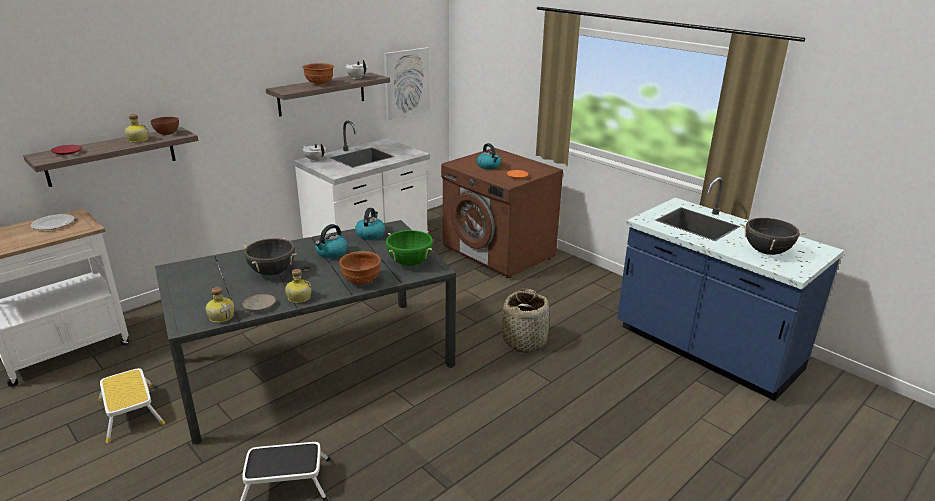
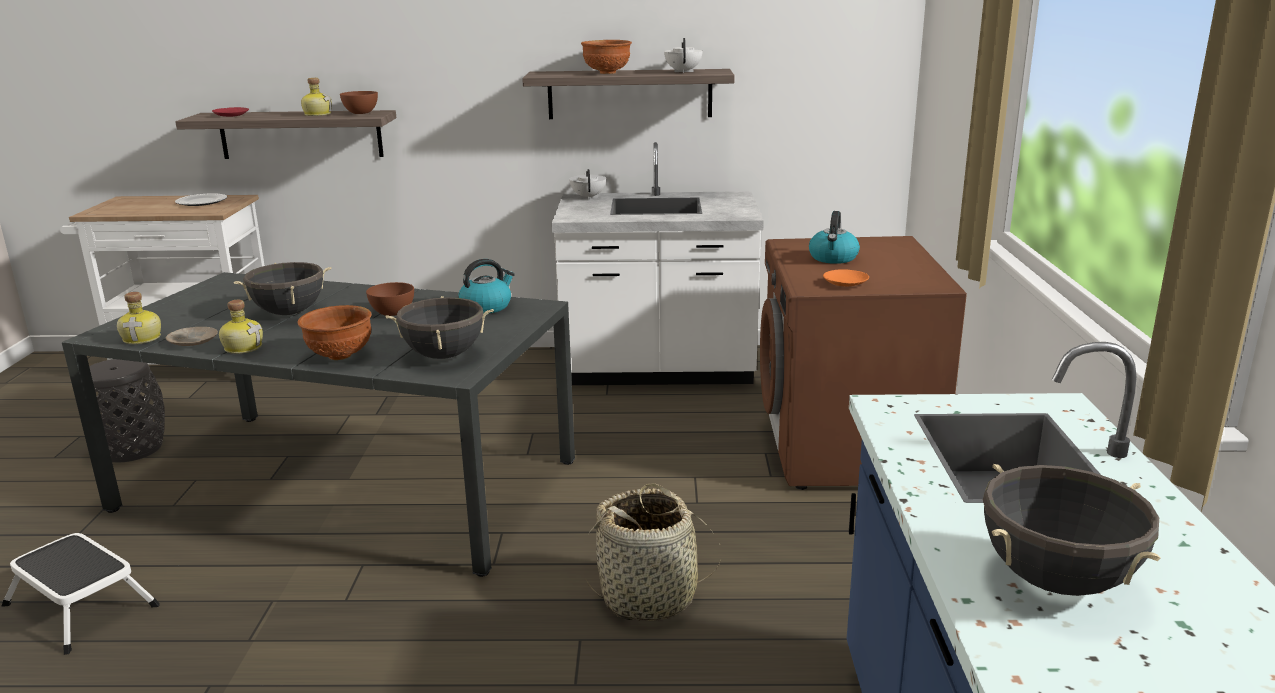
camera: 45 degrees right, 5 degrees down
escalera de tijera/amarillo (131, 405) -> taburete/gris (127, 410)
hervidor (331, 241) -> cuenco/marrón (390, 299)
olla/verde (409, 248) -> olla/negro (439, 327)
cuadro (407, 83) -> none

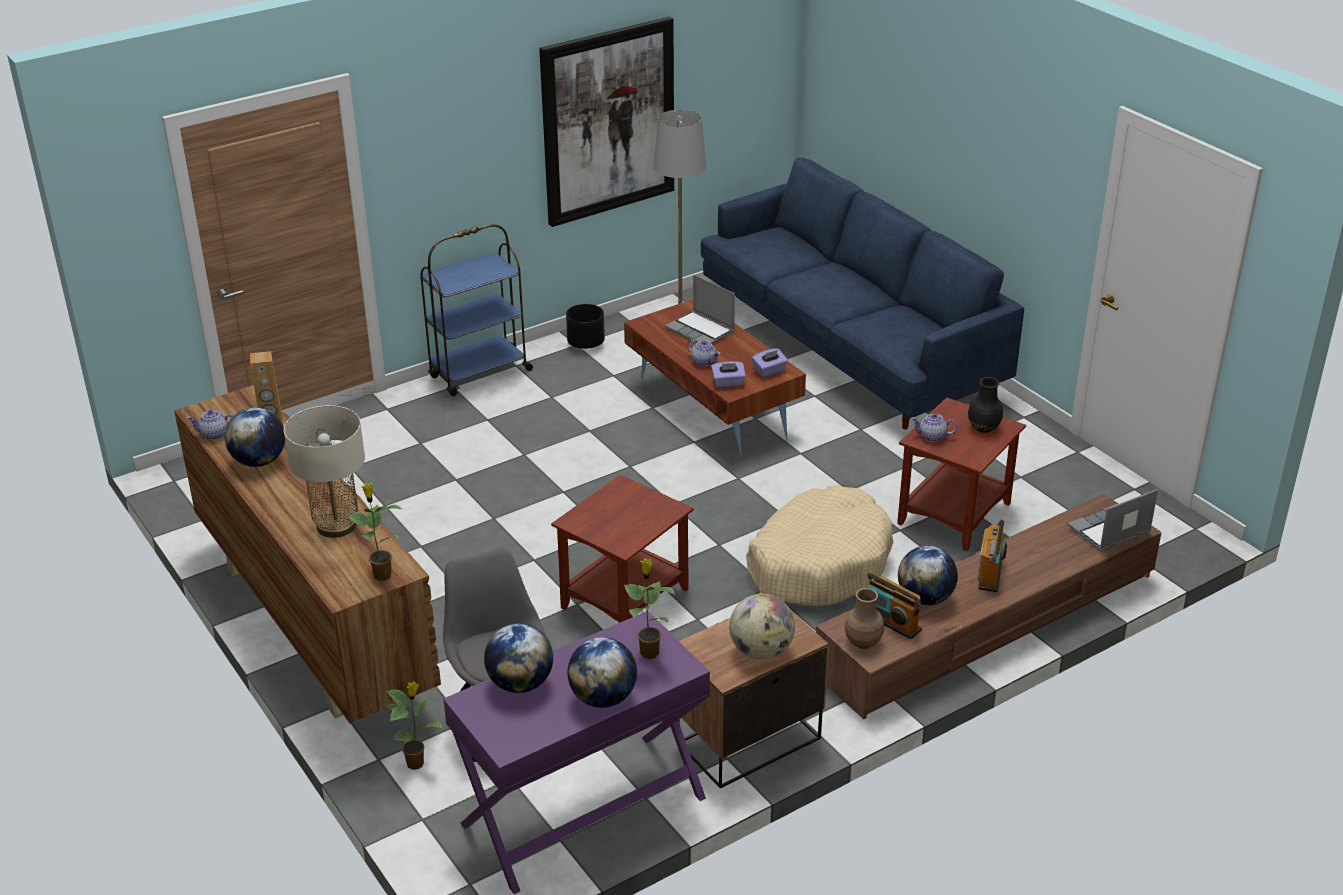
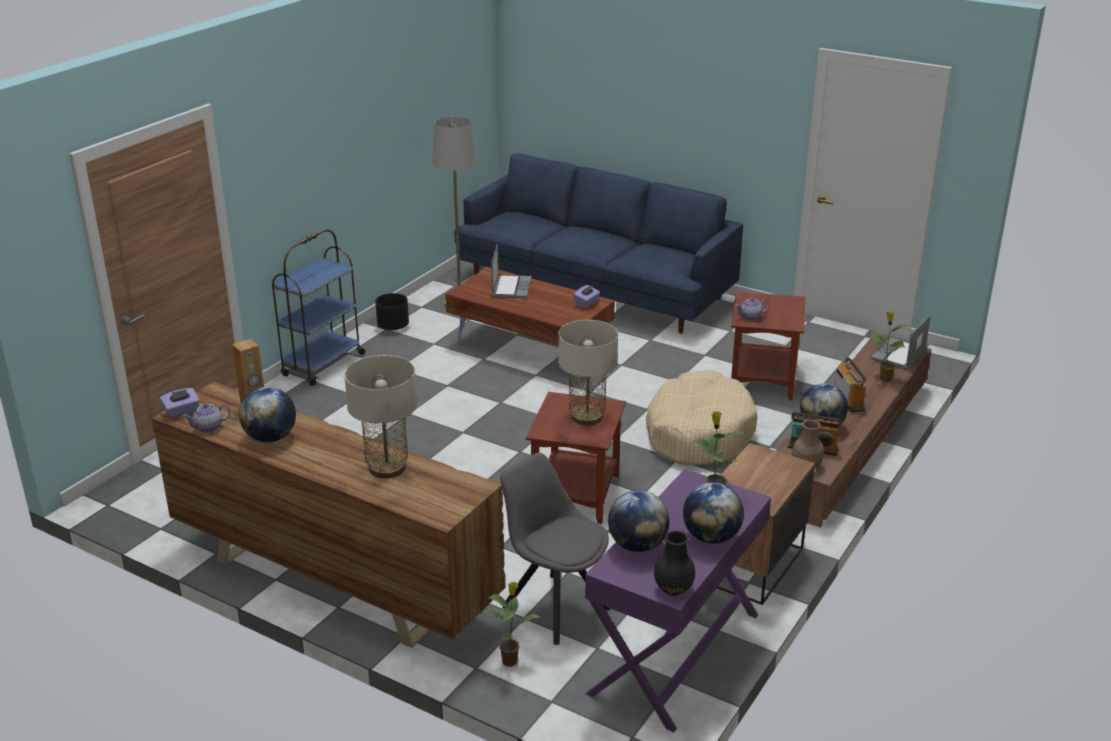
camera: 25 degrees left, 5 degrees down
caja de pañuelos/morado (728, 374) -> caja de pañuelos/morado (180, 403), shifted
portátil (700, 309) -> portátil (511, 271), 105 degrees counterclockwise
none -> lámpara de mesa (588, 372)
florero/negro (985, 405) -> florero/negro (674, 563), shifted
planta en maceta (375, 532) -> planta en maceta (889, 346), shifted
cuadro (606, 122) -> none
tetera (703, 352) -> none
globo terráqueo (762, 627) -> none

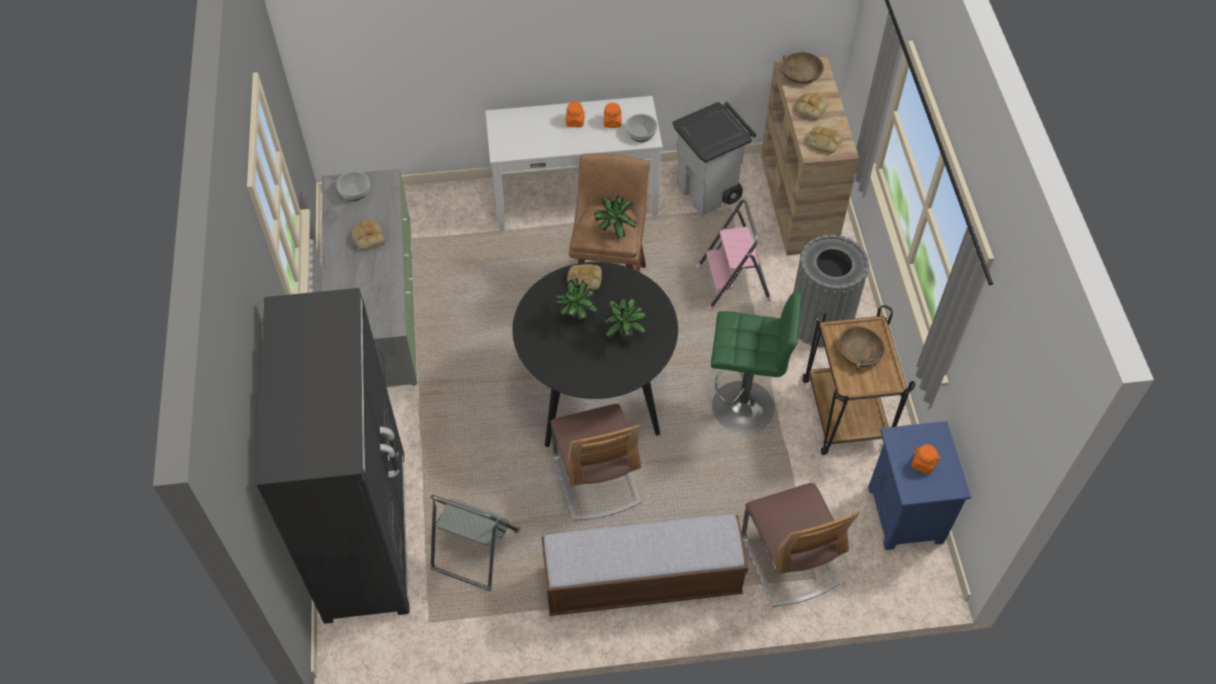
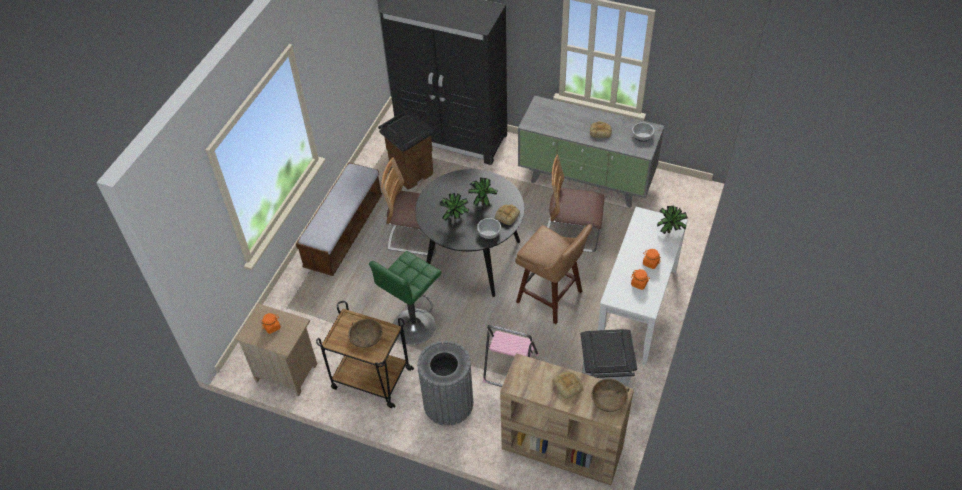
camera: 120 degrees right, 5 degrees down
mesita de noche/azul (919, 485) -> mesita de noche/beis (276, 350)
escalera de tijera/gris (475, 543) -> papelera/marrón (406, 149)
cuenco (641, 128) -> cuenco (489, 228), shifted
silla (801, 545) -> silla (575, 203), shifted
planta en maceta (615, 217) -> planta en maceta (672, 219), shifted
pan (825, 140) -> none

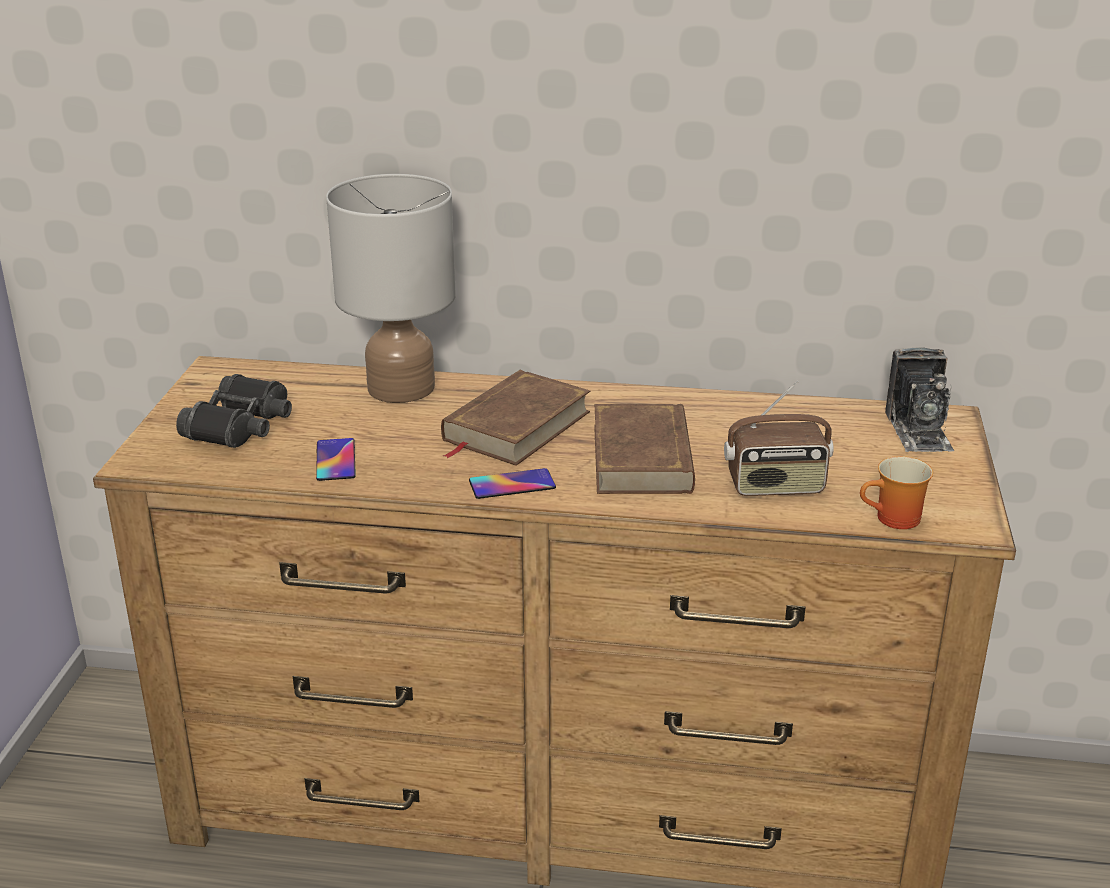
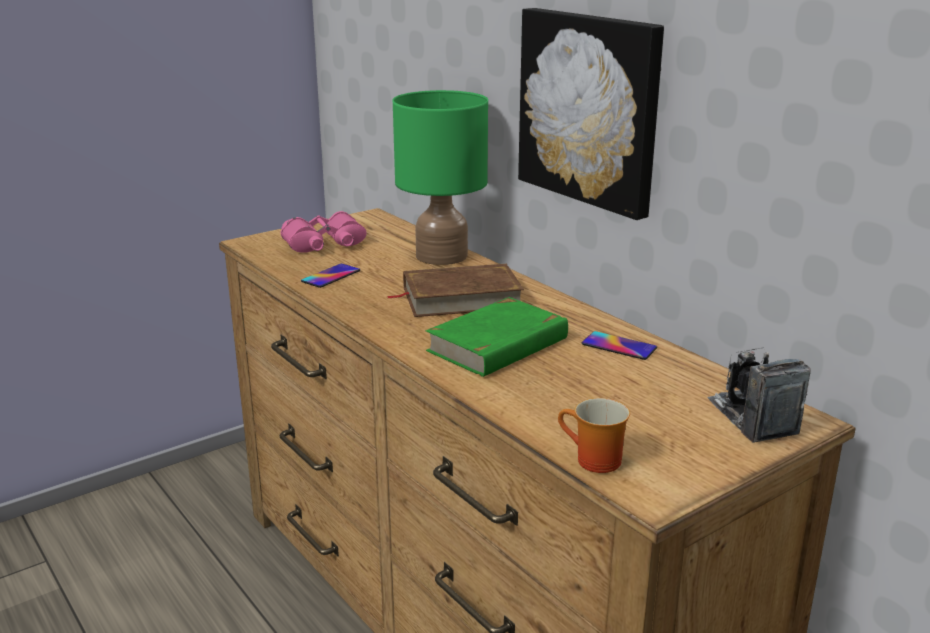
camera: 45 degrees right, 5 degrees down
prismáticos/negro (234, 411) -> prismáticos/rosa (324, 232)
lámpara de mesa/gris (391, 288) -> lámpara de mesa/verde (440, 177)
libro/marrón (644, 449) -> libro/verde (497, 337)
none -> cuadro (591, 114)
móvil (512, 483) -> móvil (619, 345), shifted
cámara (919, 399) -> cámara (759, 395), 120 degrees clockwise
radio (778, 438) -> none

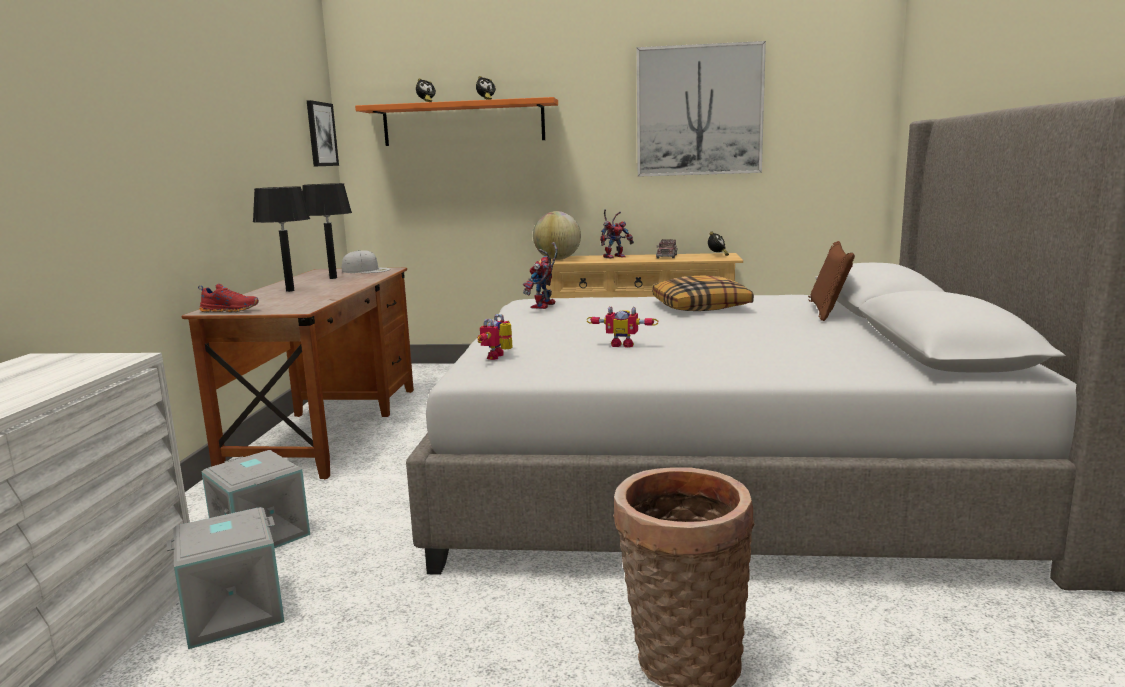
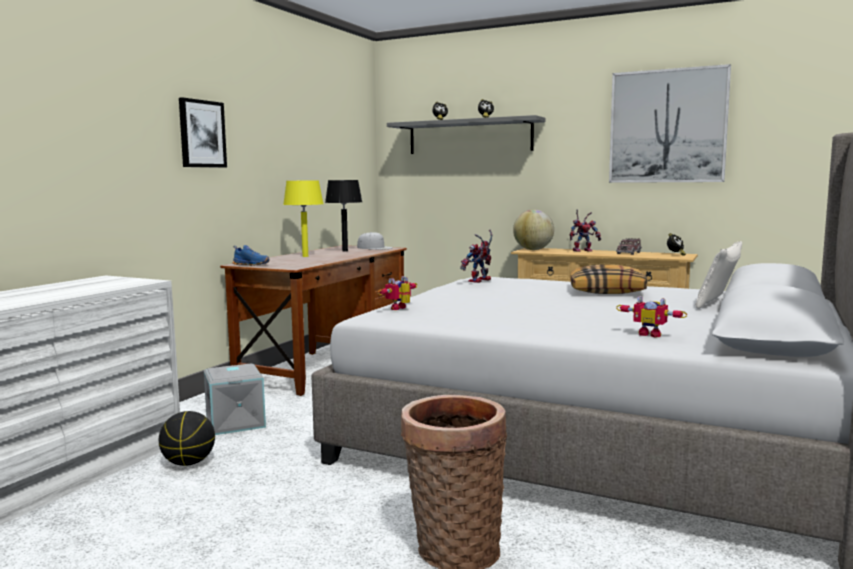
camera: 20 degrees right, 5 degrees down
caja de almacenaje/gris (226, 578) -> balón de baloncesto (187, 438)
cuadro (323, 133) -> cuadro (203, 132), shifted
zapato/rojo (228, 298) -> zapato/azul (251, 255)
lámpara de mesa/negro (281, 239) -> lámpara de mesa/amarillo (303, 218)
estante/naranja (456, 121) -> estante/gris (466, 134)
robot de juguete (622, 327) -> robot de juguete (651, 316), shifted
cojín/marrón (831, 281) -> cojín/blanco (718, 275)

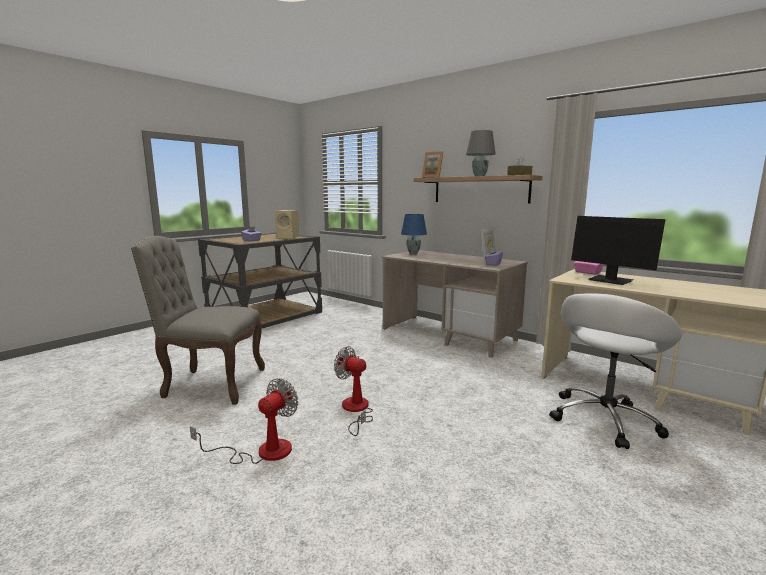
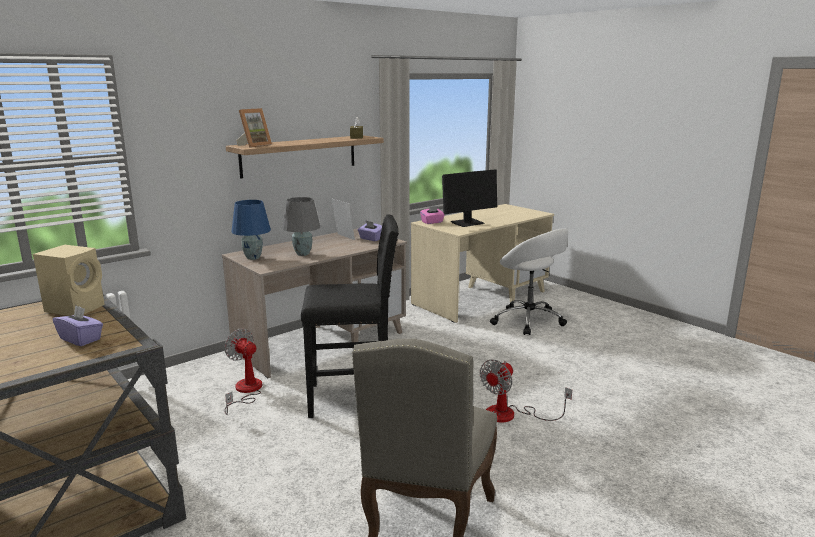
camera: 80 degrees left, 5 degrees up
ventilador (244, 421) -> ventilador (243, 372), shifted
lámpara de mesa/gris (481, 153) -> lámpara de mesa/gris (301, 226), shifted
none -> taburete/negro (350, 316)

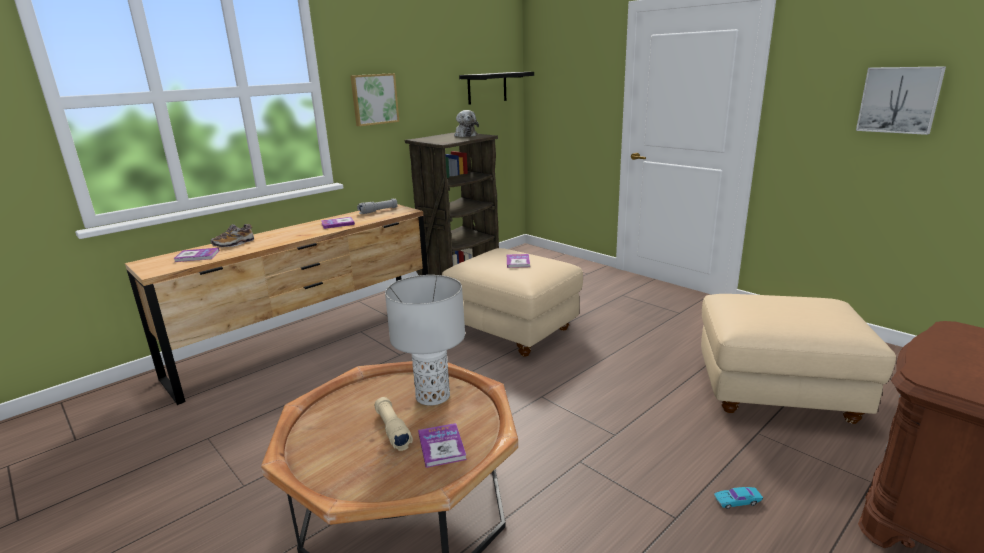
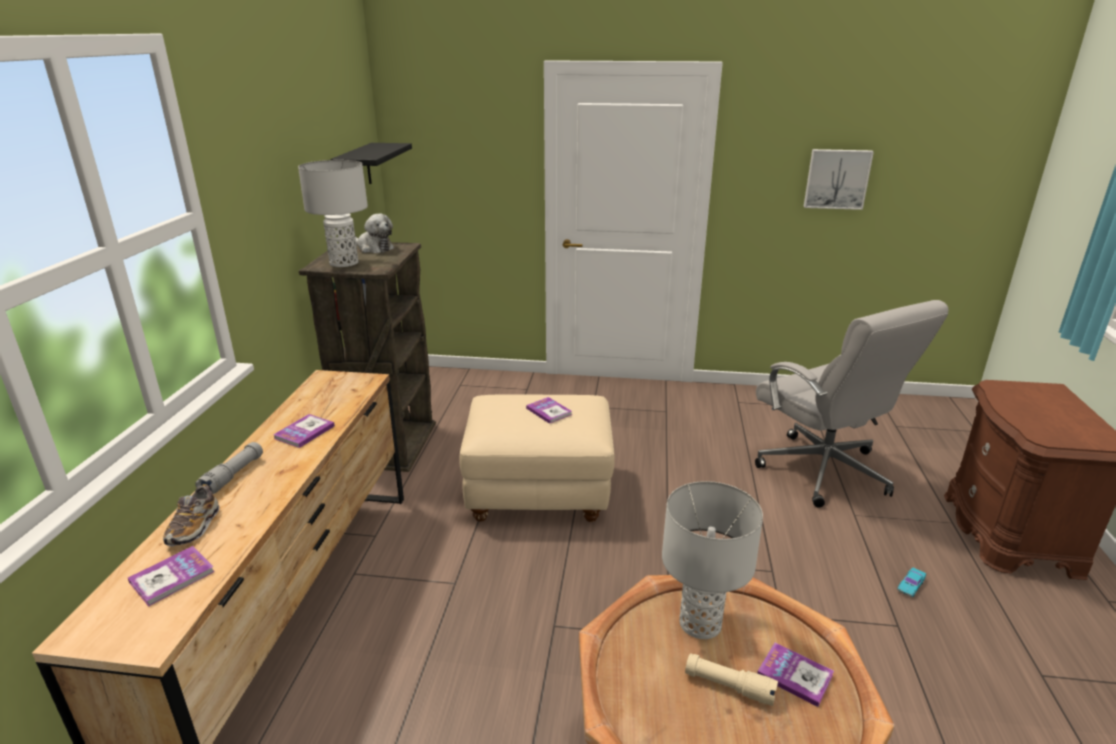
camera: 40 degrees left, 5 degrees up
linterna/gris (377, 206) -> linterna/gris (229, 468), shifted
none -> lámpara de mesa/blanco (333, 213)
puf/beis (798, 359) -> silla de oficina/gris (851, 403)
cuadro (375, 99) -> none

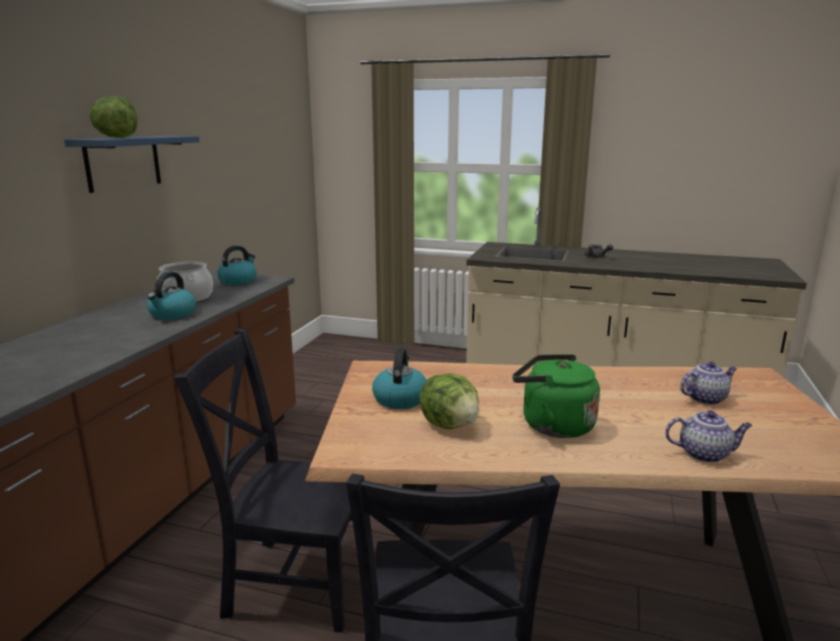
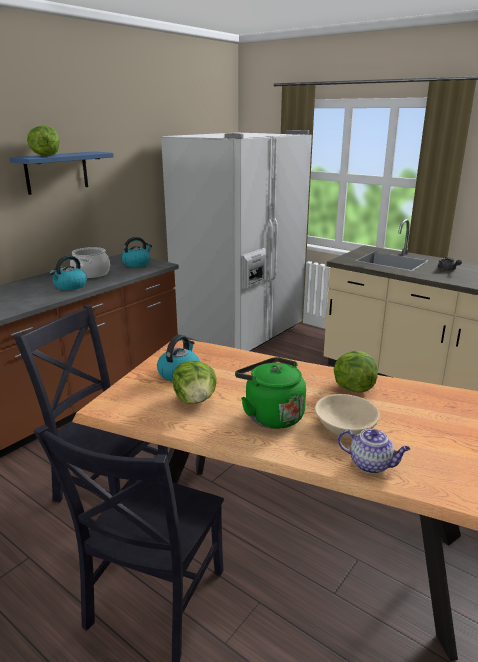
camera: 20 degrees right, 5 degrees up
none -> nevera/blanco (236, 241)
none -> cuenco/beis (347, 416)
none -> lechuga (356, 372)
tetera (708, 383) -> none

